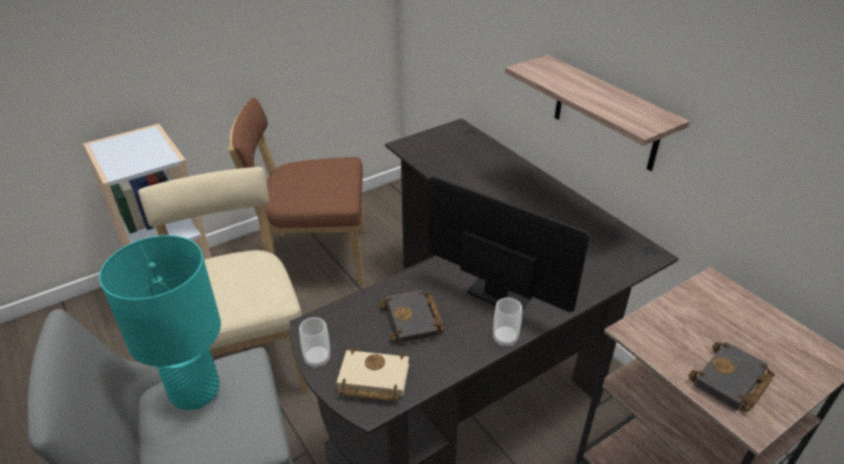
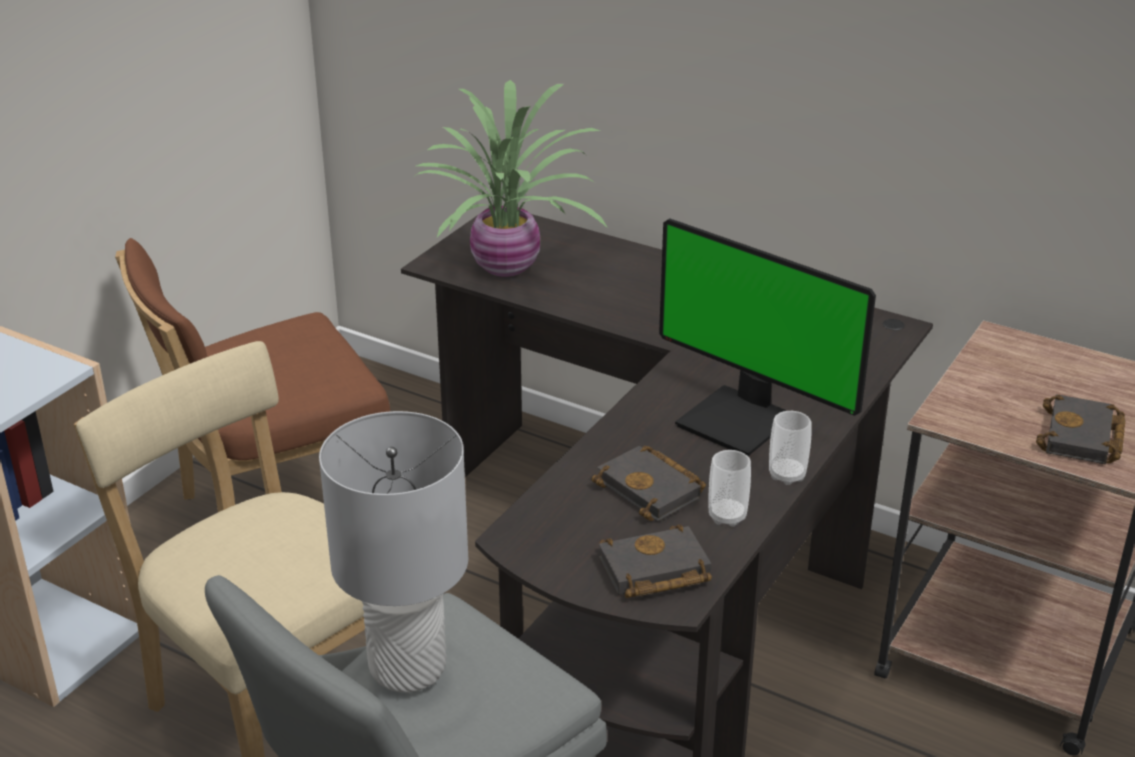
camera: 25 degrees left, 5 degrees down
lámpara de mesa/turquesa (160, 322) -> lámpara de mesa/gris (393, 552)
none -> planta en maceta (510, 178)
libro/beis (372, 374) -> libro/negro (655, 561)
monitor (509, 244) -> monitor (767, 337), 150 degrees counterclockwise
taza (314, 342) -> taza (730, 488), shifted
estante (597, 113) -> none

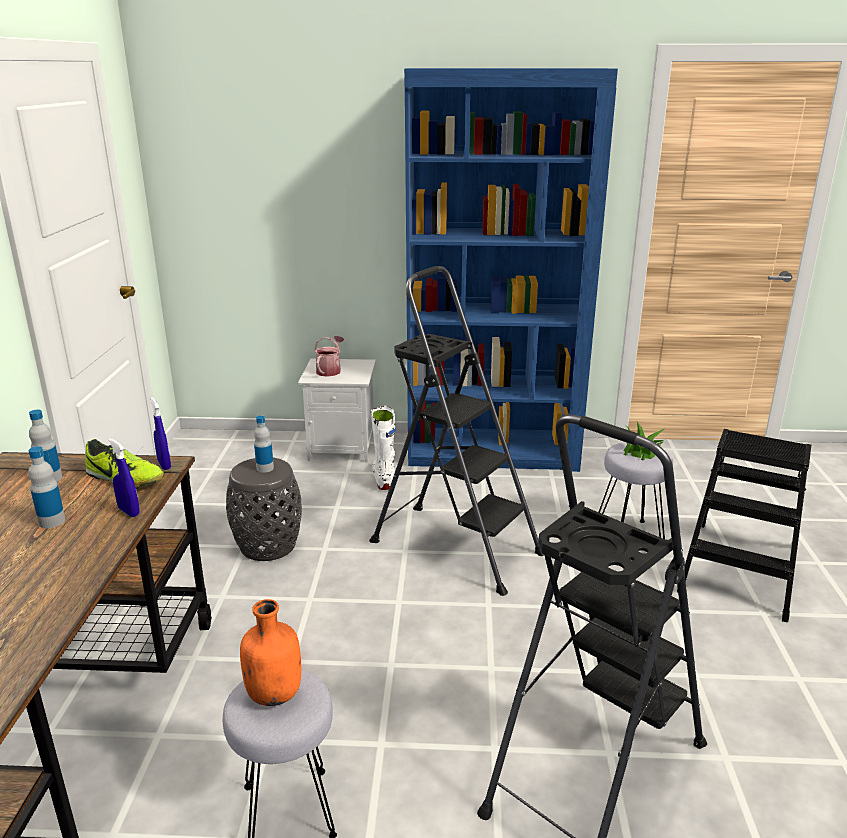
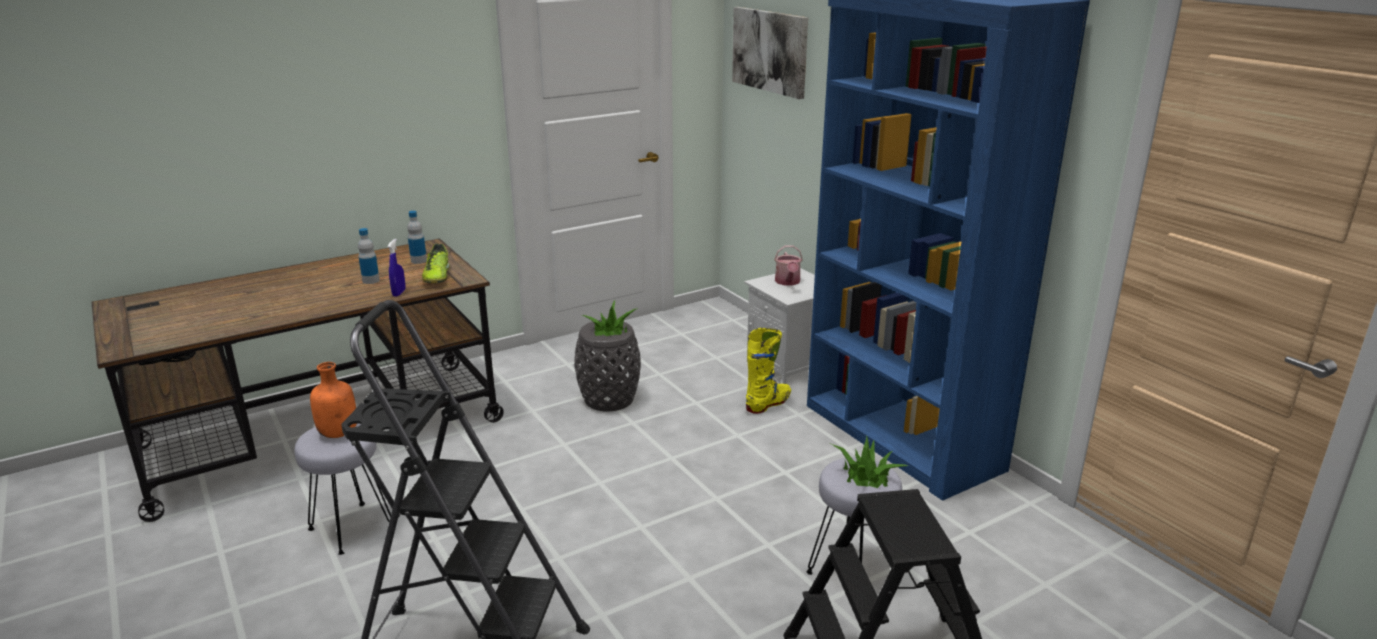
camera: 55 degrees right, 0 degrees up
botella (264, 444) -> planta en maceta (610, 318)
none -> cuadro (770, 53)
bota/blanco (383, 448) -> bota/amarillo (768, 371)
regadera (329, 356) -> regadera (788, 266), 105 degrees clockwise
pulverizador/azul (161, 433) -> none
escalera de tijera (456, 431) -> none

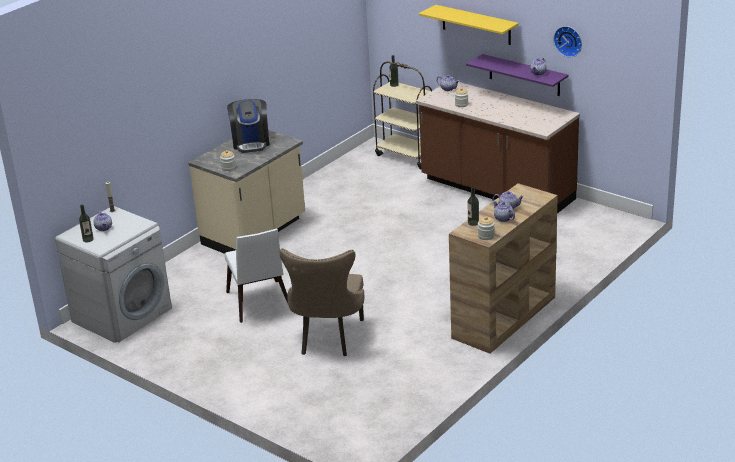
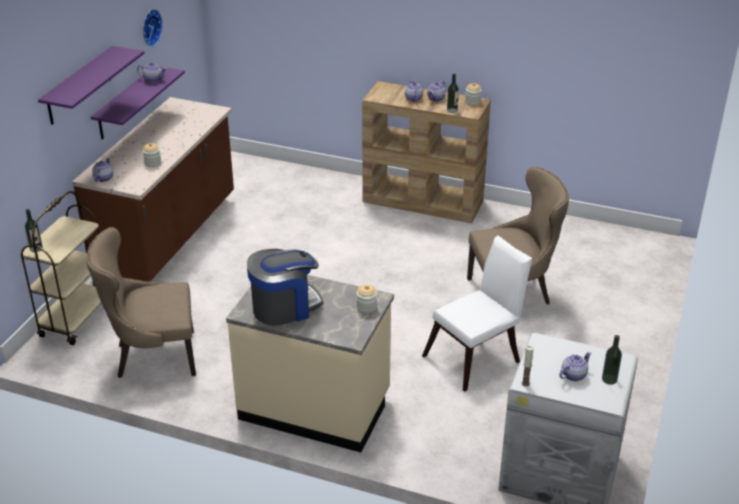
camera: 110 degrees left, 5 degrees up
estante/amarillo (469, 25) -> estante/morado (91, 85)
none -> silla/beis (141, 302)

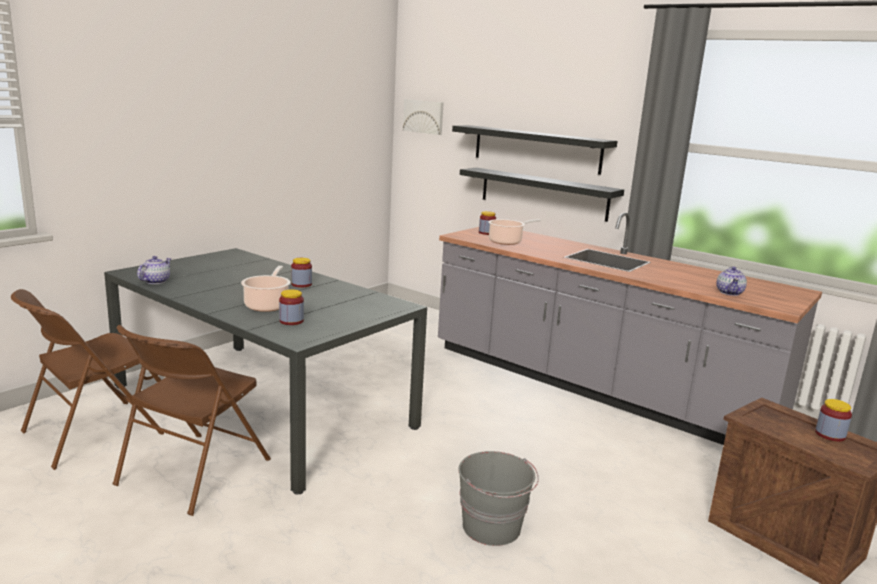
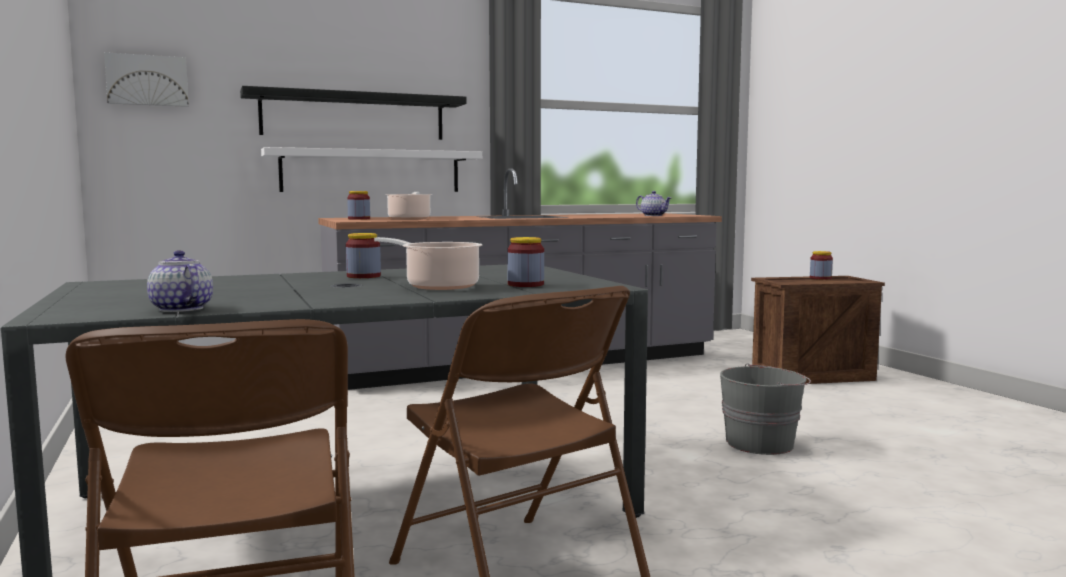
camera: 60 degrees left, 10 degrees down
estante/negro (542, 195) -> estante/blanco (371, 169)

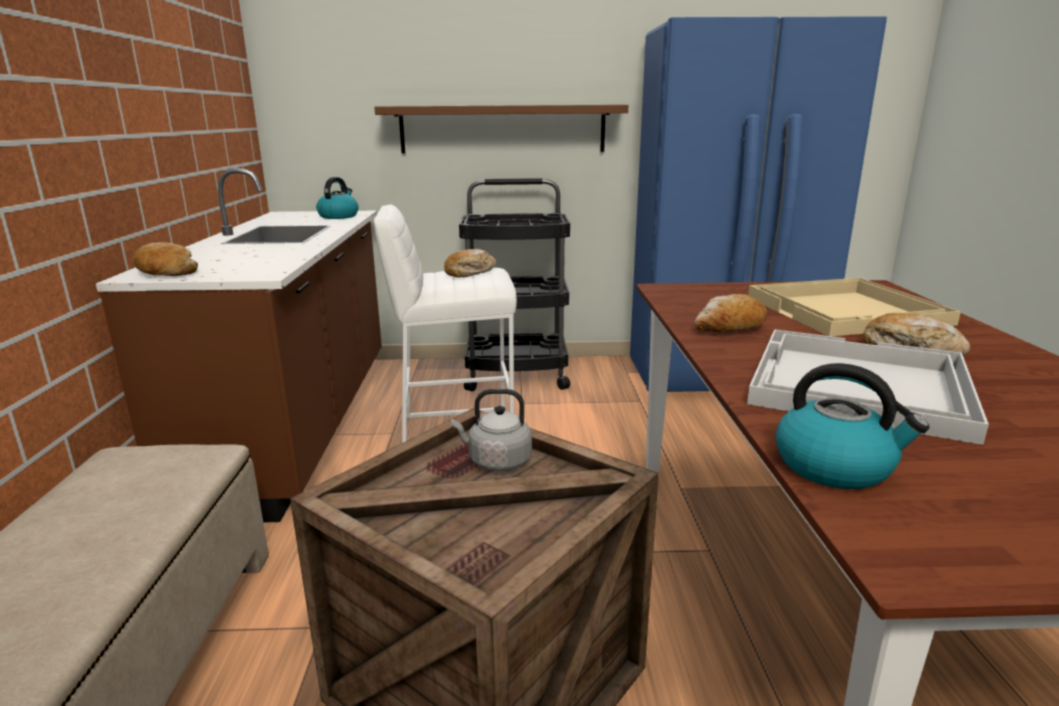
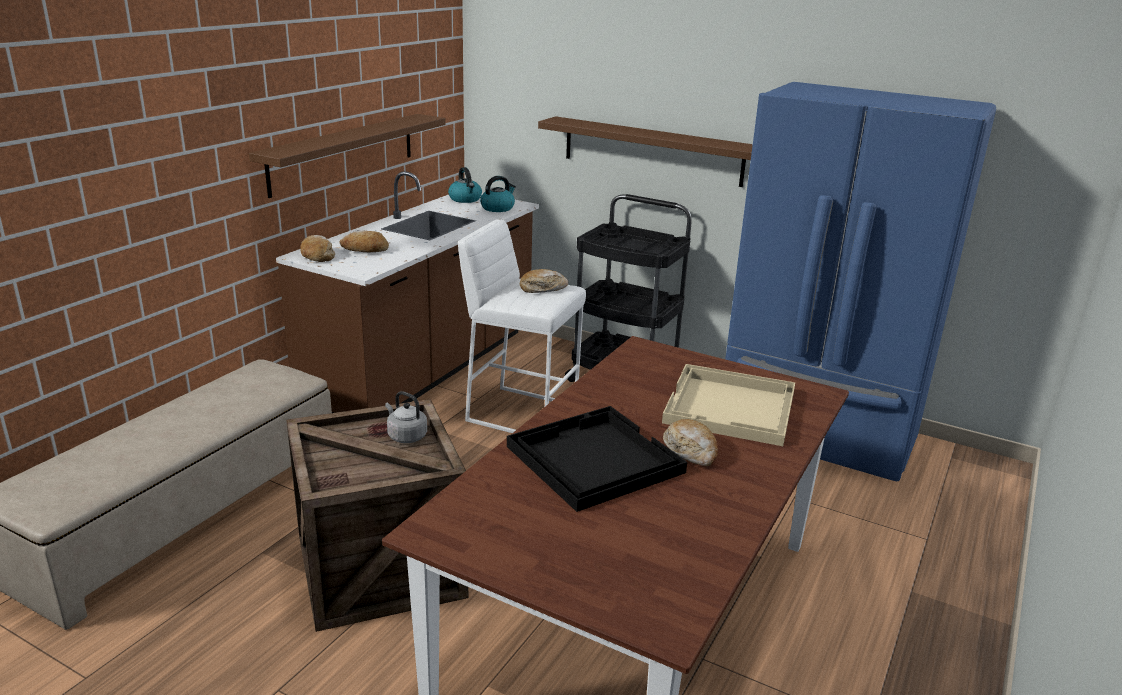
camera: 30 degrees right, 5 degrees up
none -> estante/marrón (347, 156)
pan (730, 313) -> pan (364, 242), shifted
hervidor (852, 426) -> hervidor (465, 185), shifted
bandeja/blanco (868, 387) -> bandeja/negro (597, 459)

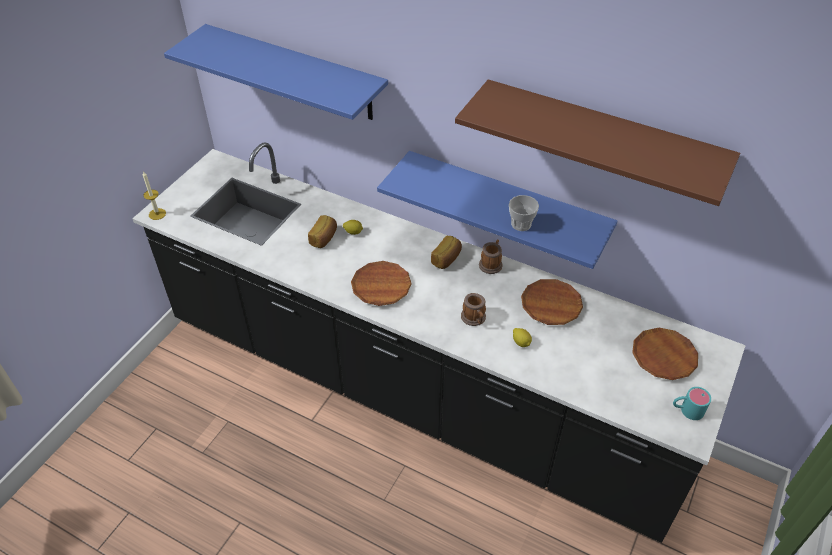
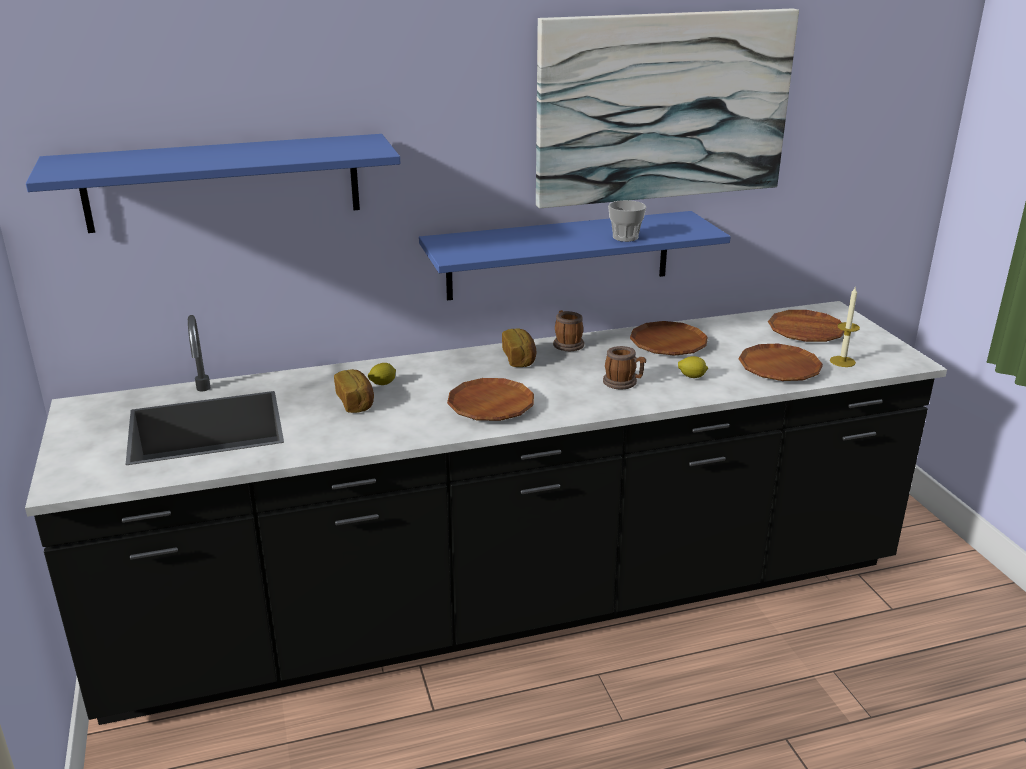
camera: 45 degrees left, 20 degrees down
estante/marrón (597, 142) -> cuadro (667, 108)
none -> plato/marrón (780, 362)
vela (154, 195) -> vela (845, 326), shifted
taza grande/turquesa (692, 403) -> none

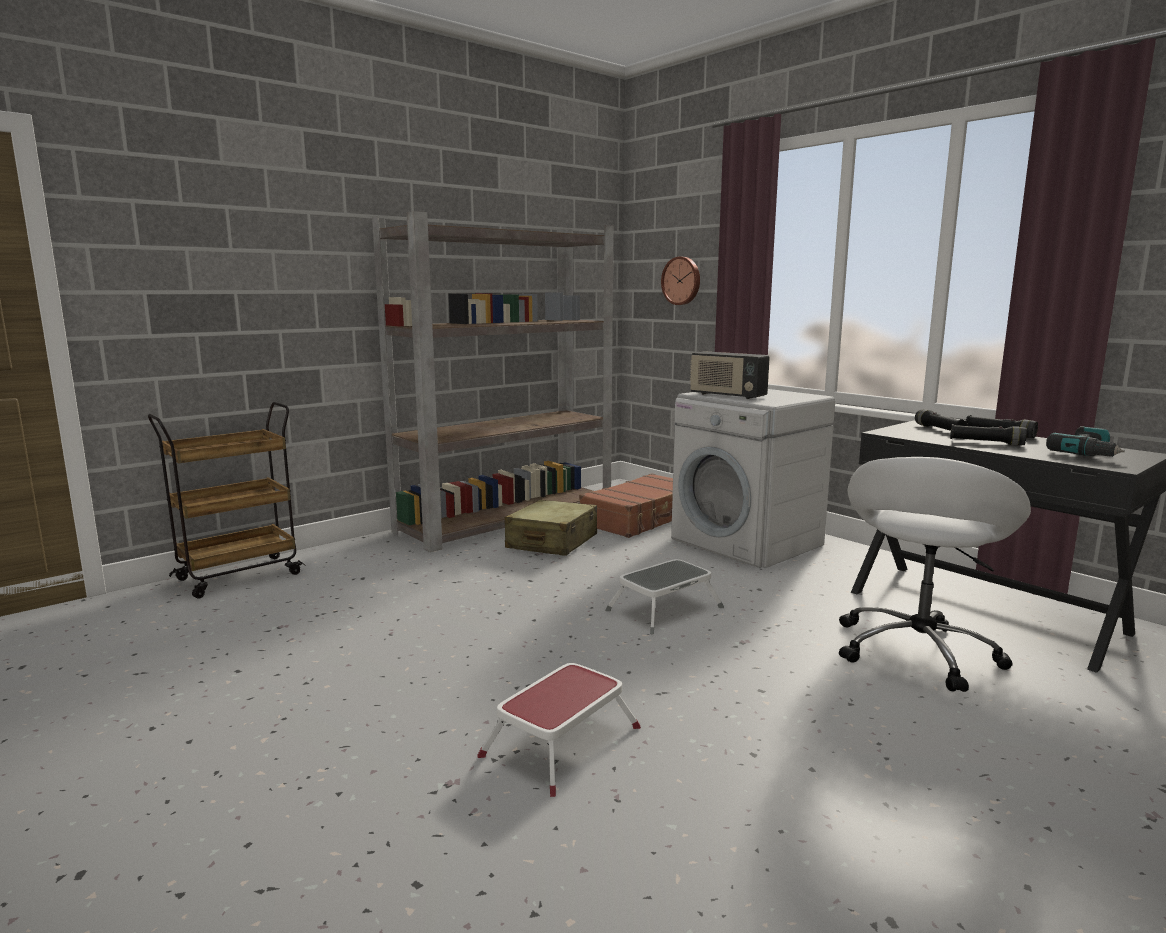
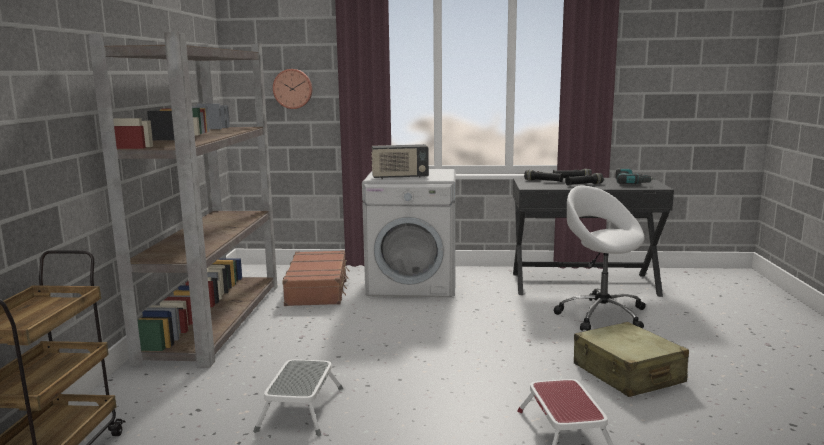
camera: 45 degrees left, 0 degrees up
escalera de tijera/gris (664, 596) -> escalera de tijera/gris (298, 398), shifted
silla de oficina/blanco (935, 574) -> silla de oficina/blanco (600, 258), 150 degrees clockwise
maleta/beis (551, 528) -> maleta/beis (631, 359), shifted

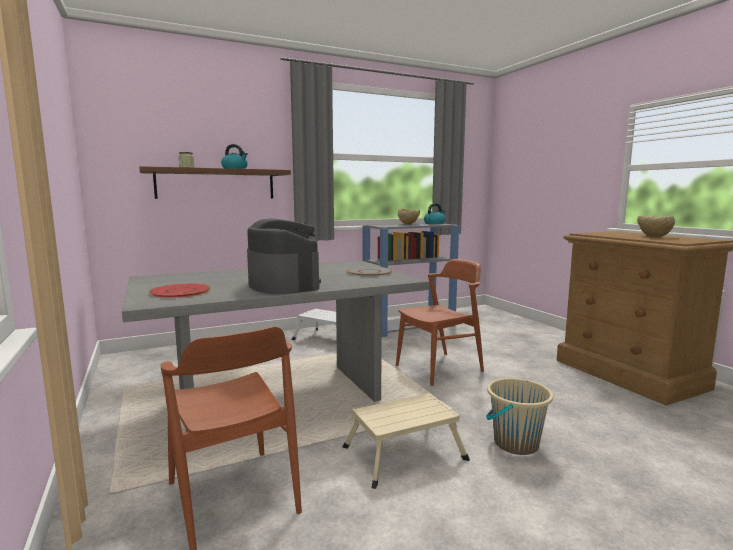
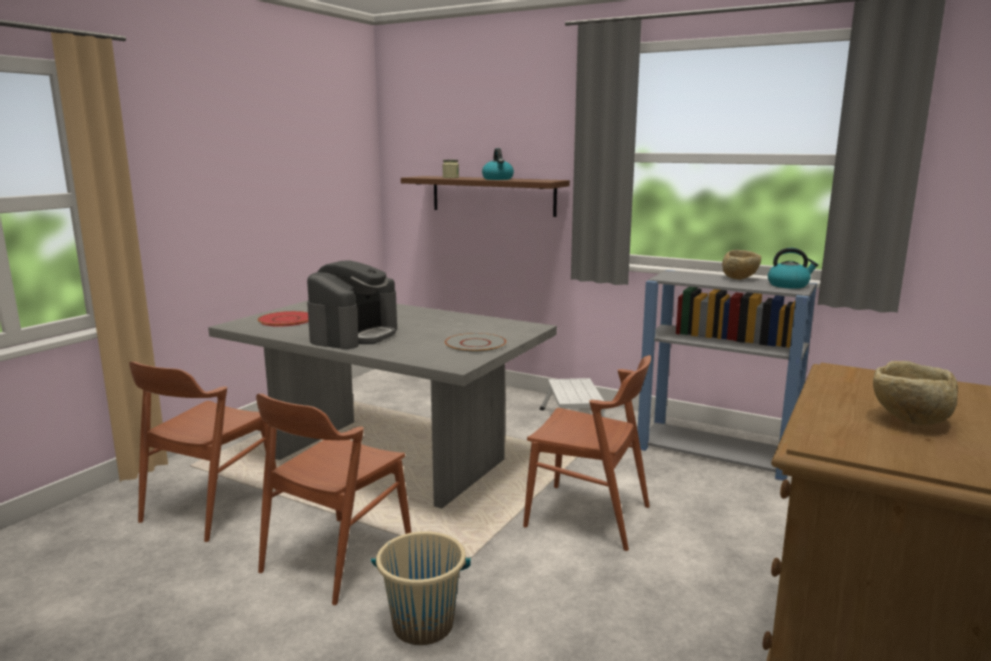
camera: 55 degrees right, 5 degrees up
escalera de tijera/beis (406, 441) -> silla/marrón (333, 499)

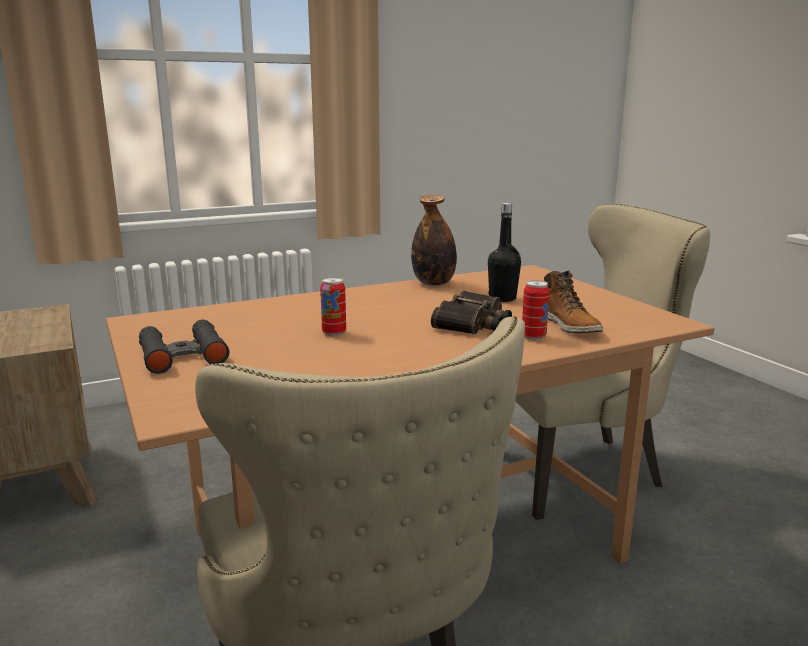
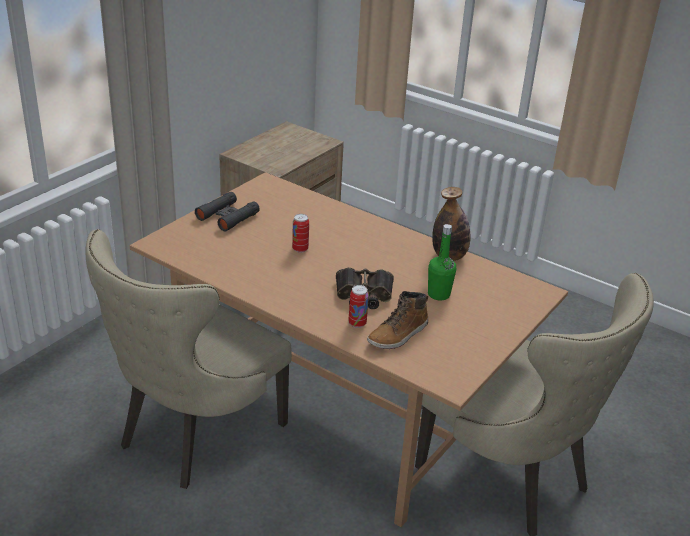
camera: 60 degrees right, 15 degrees up
botella/negro (504, 252) -> botella/verde (442, 262)

